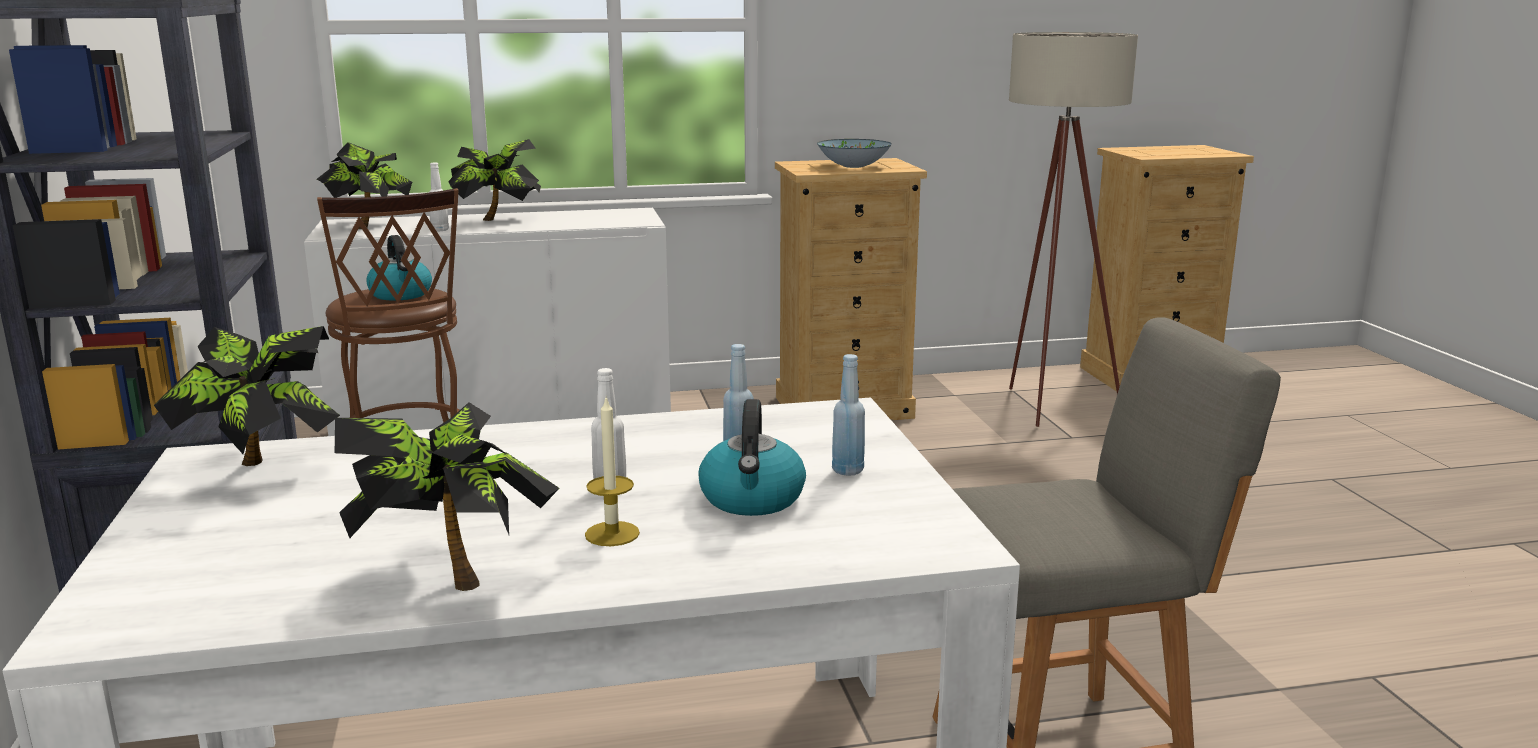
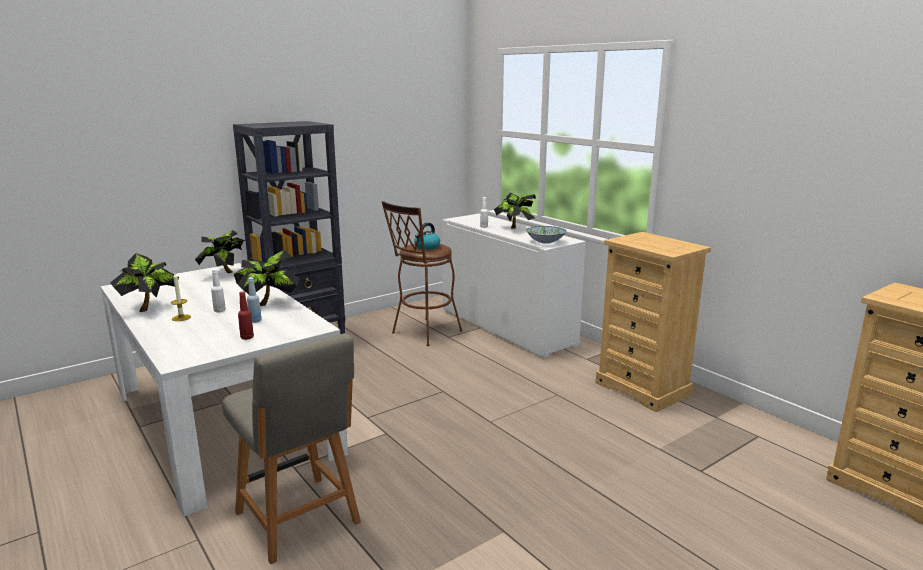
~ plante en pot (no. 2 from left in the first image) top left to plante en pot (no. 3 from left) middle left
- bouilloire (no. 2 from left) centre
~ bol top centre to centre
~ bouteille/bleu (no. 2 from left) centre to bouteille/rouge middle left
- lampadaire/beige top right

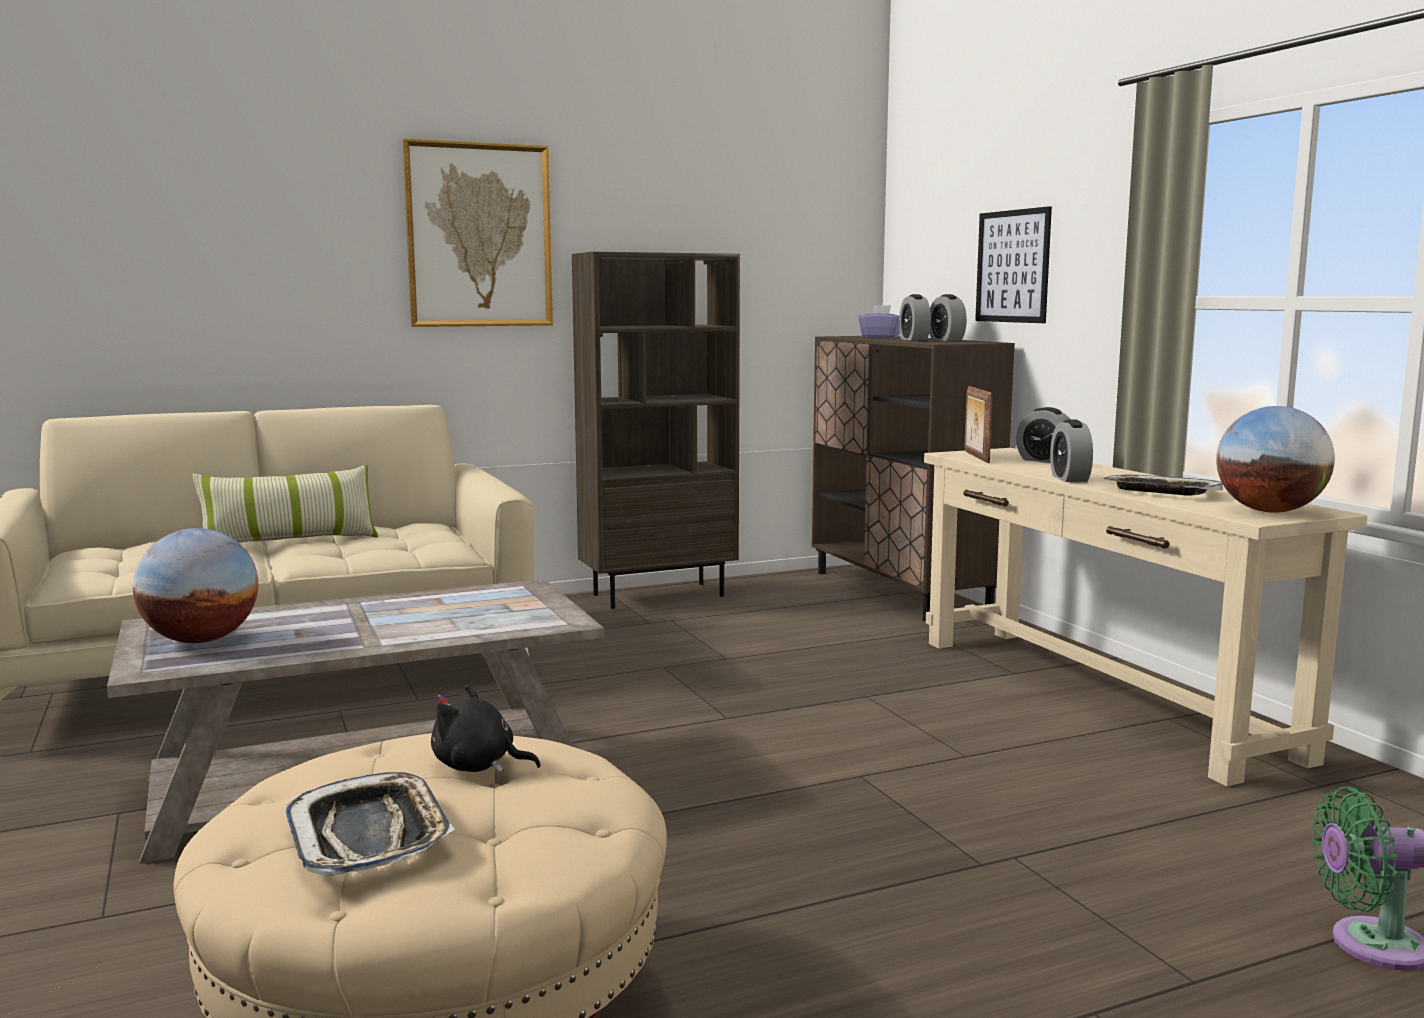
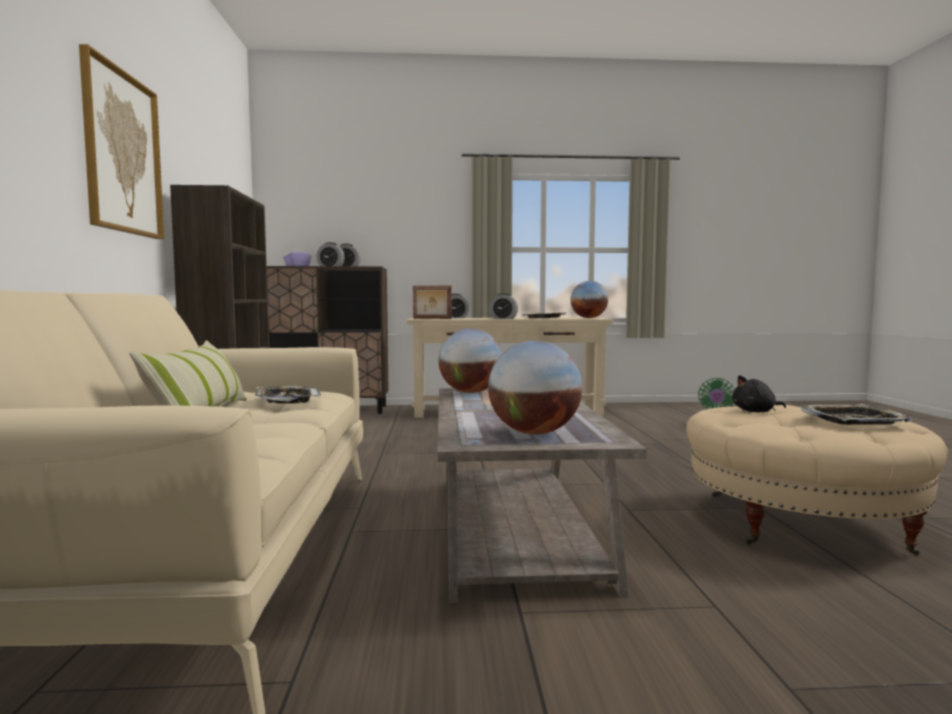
~ peluche/noir bottom centre = middle right 45 degrees clockwise
- tableau (no. 2 from left) top right
+ plateau (no. 1 from left) middle left
+ globe (no. 1 from left) centre

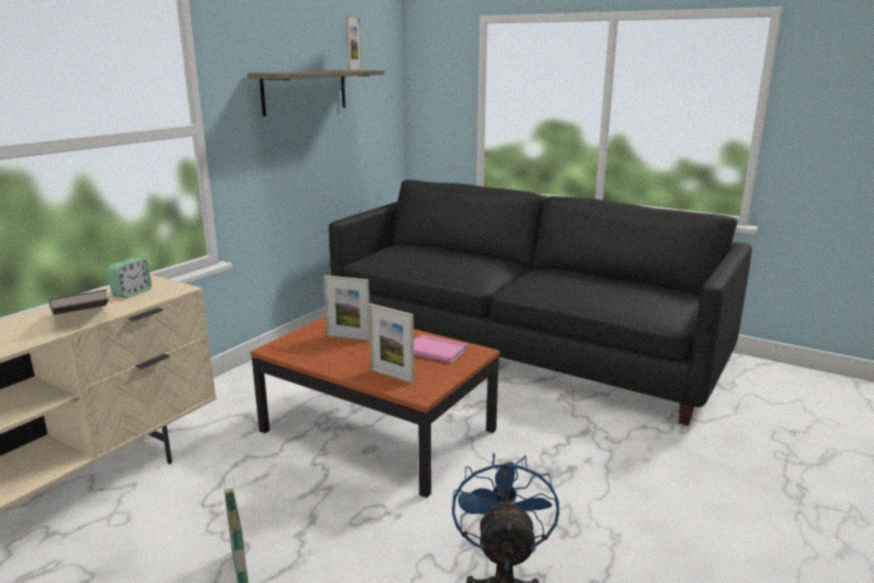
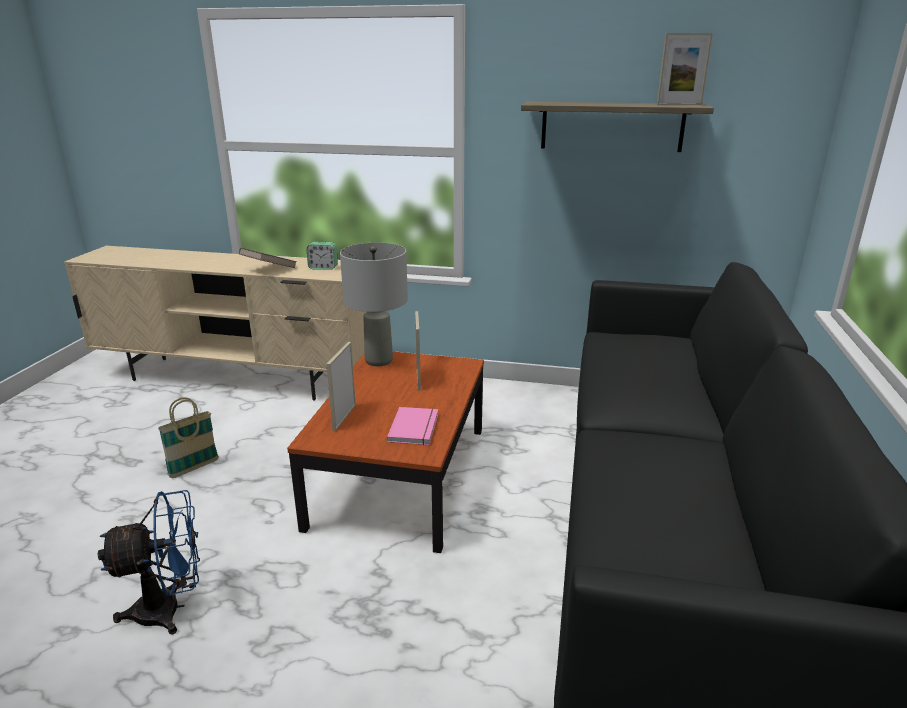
+ lampe de table/gris centre

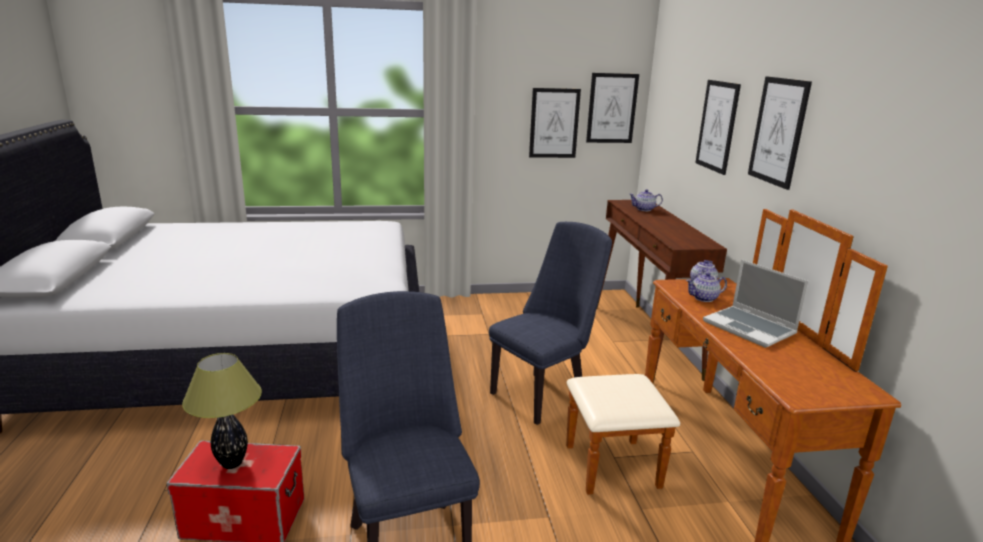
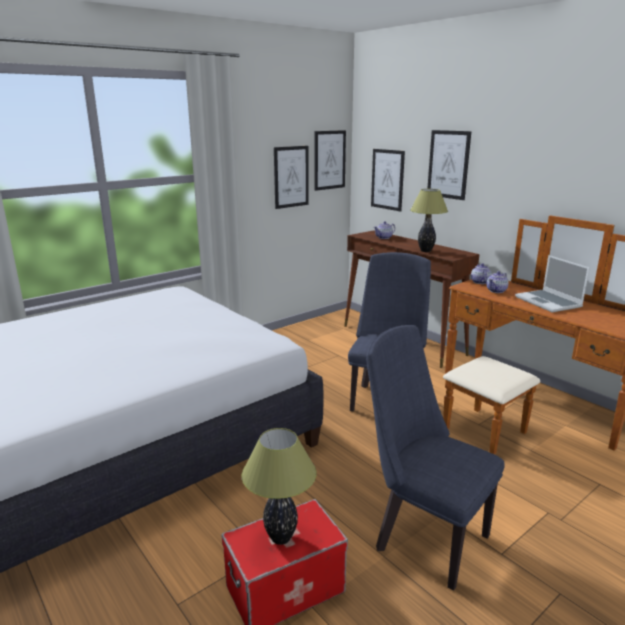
~ ordinateur portable middle right = middle right 45 degrees clockwise
~ tableau (no. 4 from left in the first image) top right to tableau (no. 3 from left) top centre
+ lampe de table (no. 2 from left) middle right

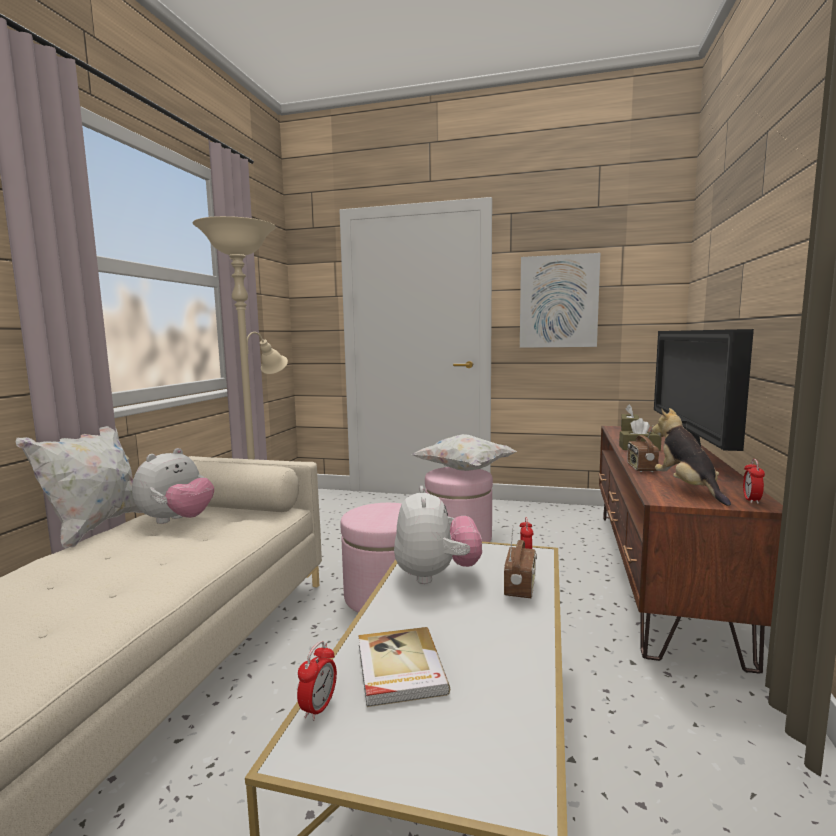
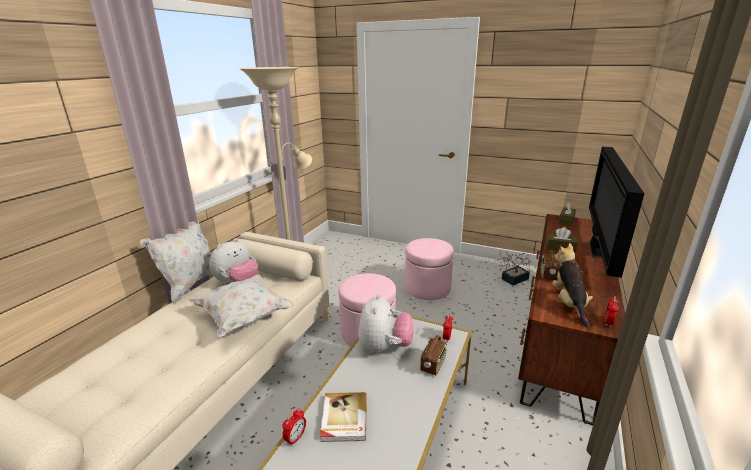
~ coussin/blanc (no. 2 from left) centre to middle left
- tableau middle right
+ plante en pot middle right

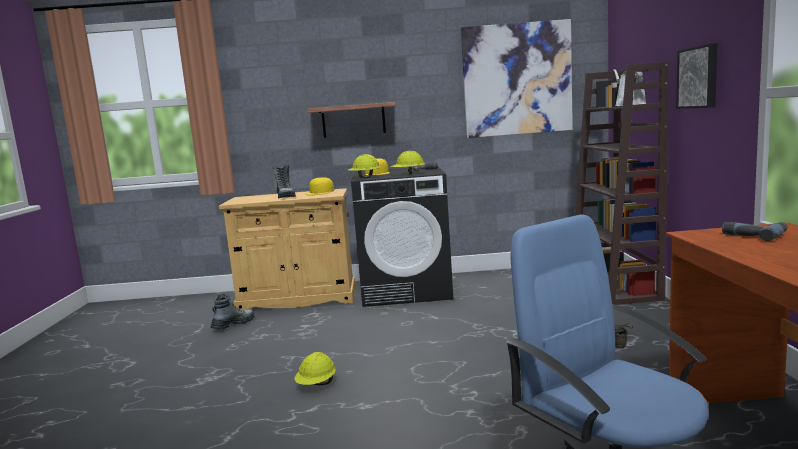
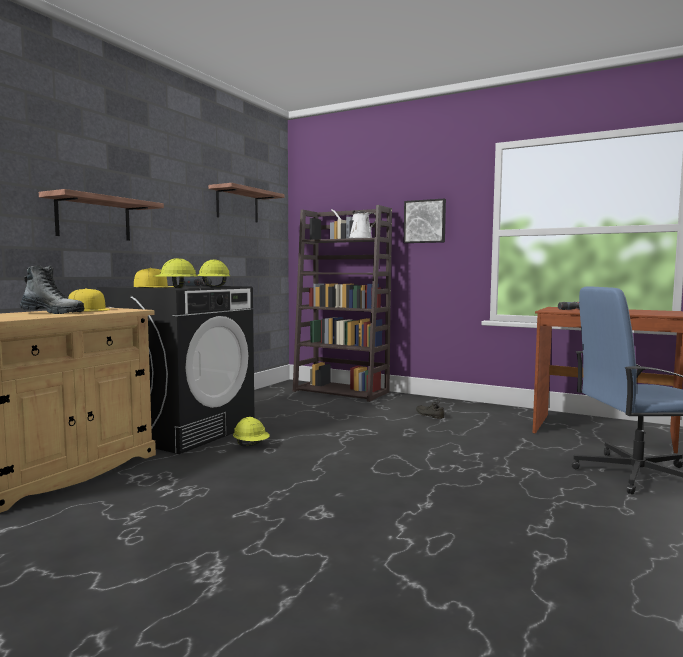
- botte (no. 1 from left) bottom left
~ casque de chantier/jaune (no. 1 from left in the first image) bottom centre to casque de chantier/jaune (no. 3 from left) centre
~ tableau (no. 1 from left) top centre to étagère (no. 2 from left) top centre

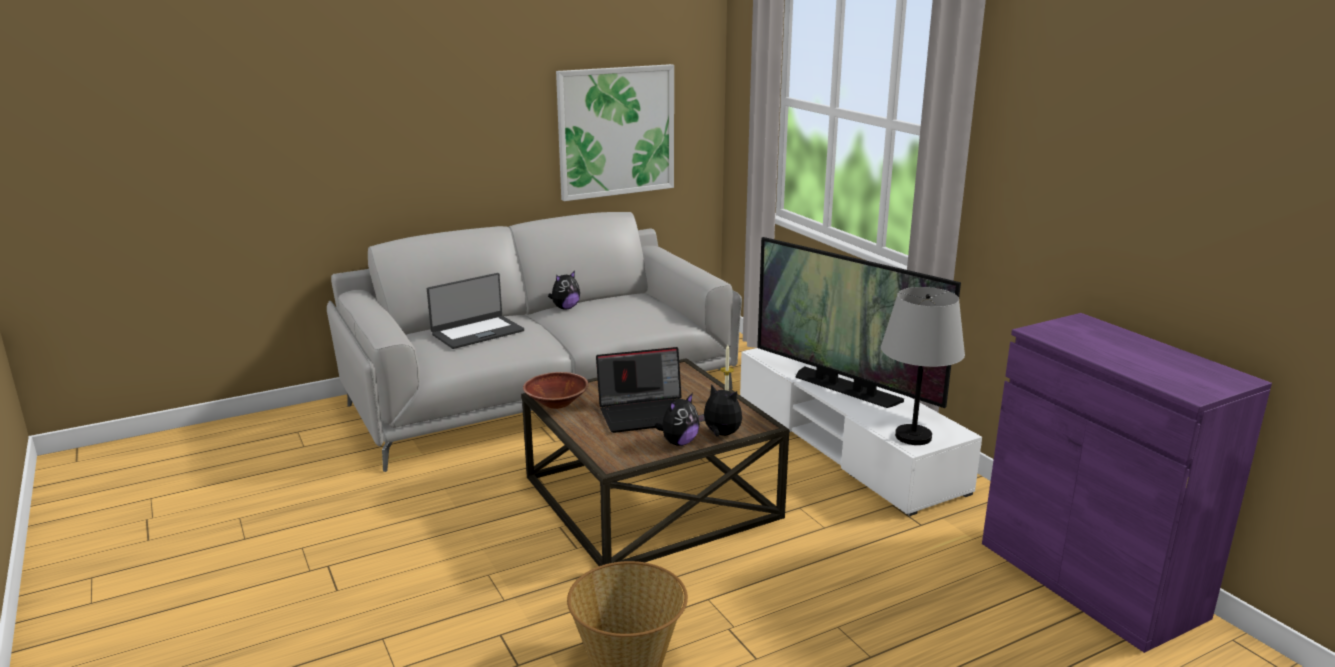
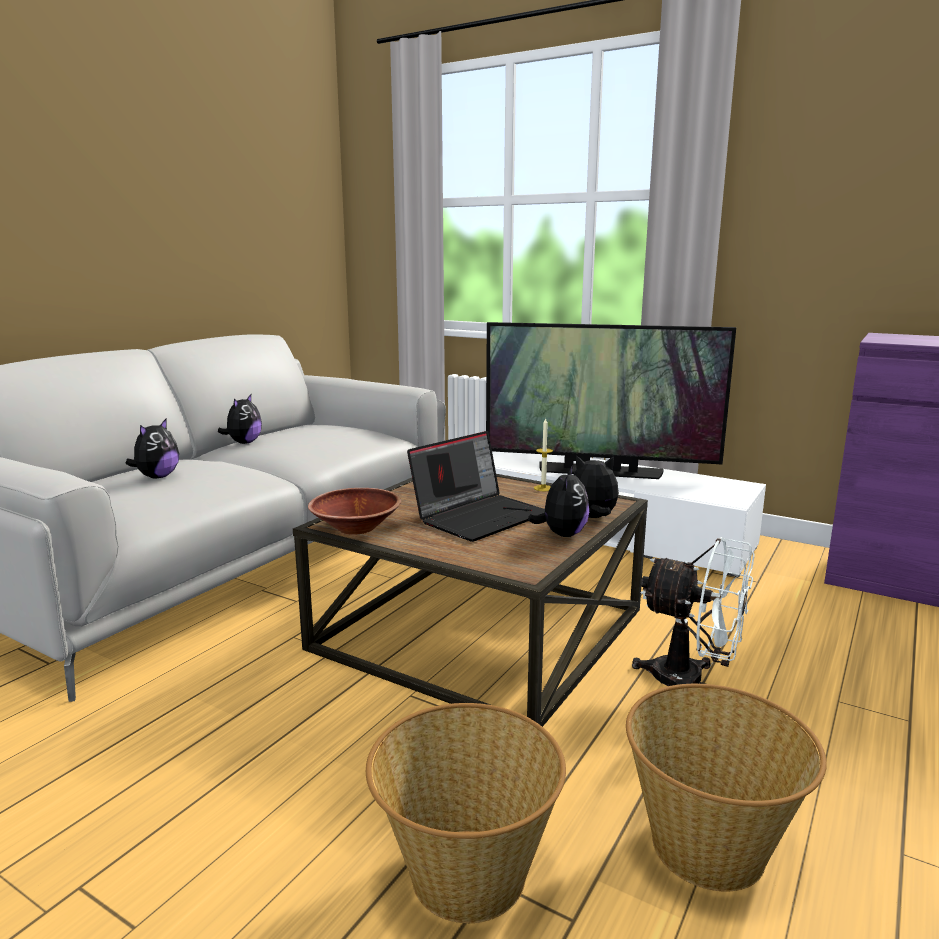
~ ordinateur portable (no. 1 from left) centre to peluche (no. 1 from left) middle left
- tableau top centre
- lampe de table/gris middle right
+ panier (no. 1 from left) bottom centre
+ ventilateur/blanc middle right

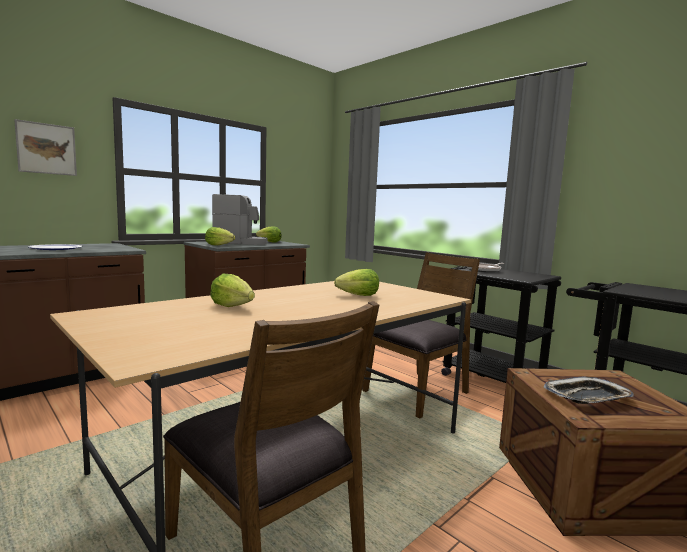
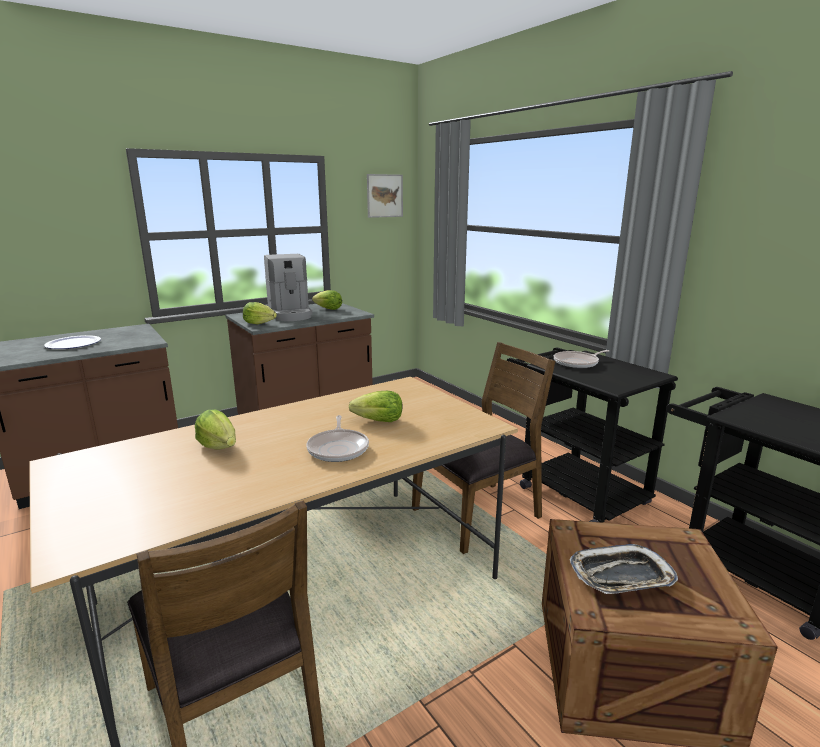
~ tableau top left to top centre
~ machine à café centre = centre 60 degrees clockwise
+ poêle (no. 1 from left) centre

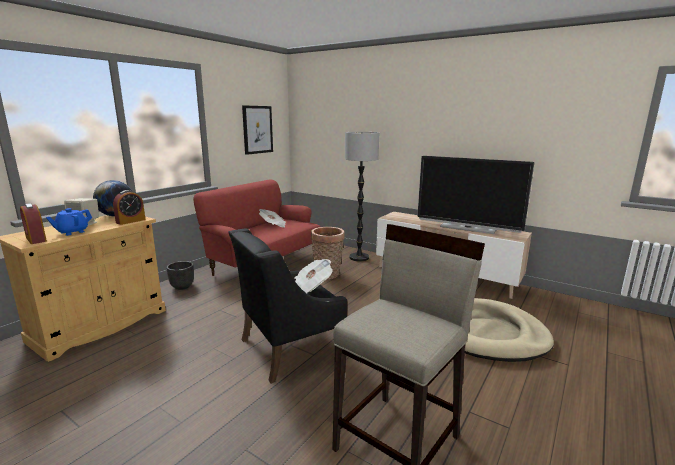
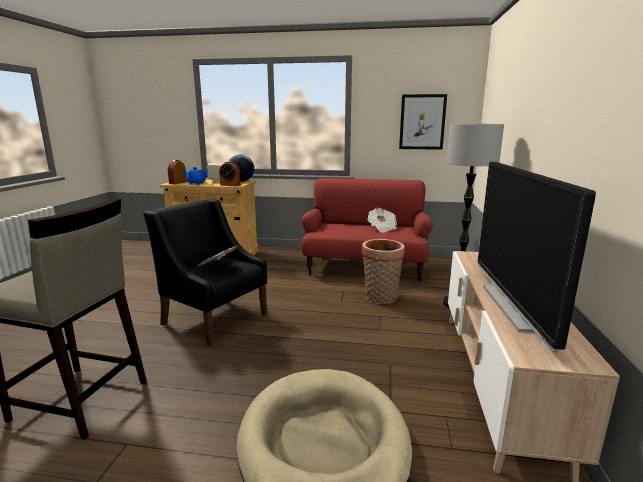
- cache-pot/noir middle left

